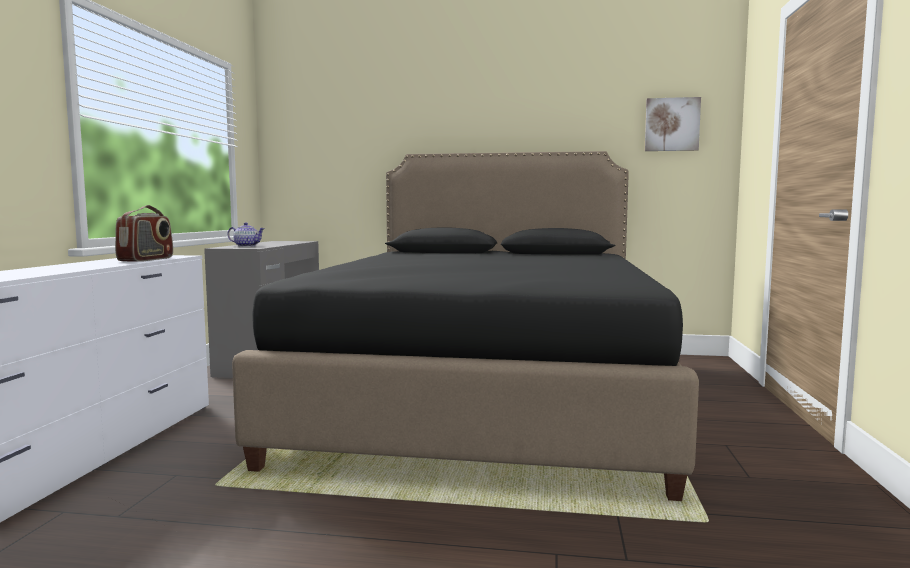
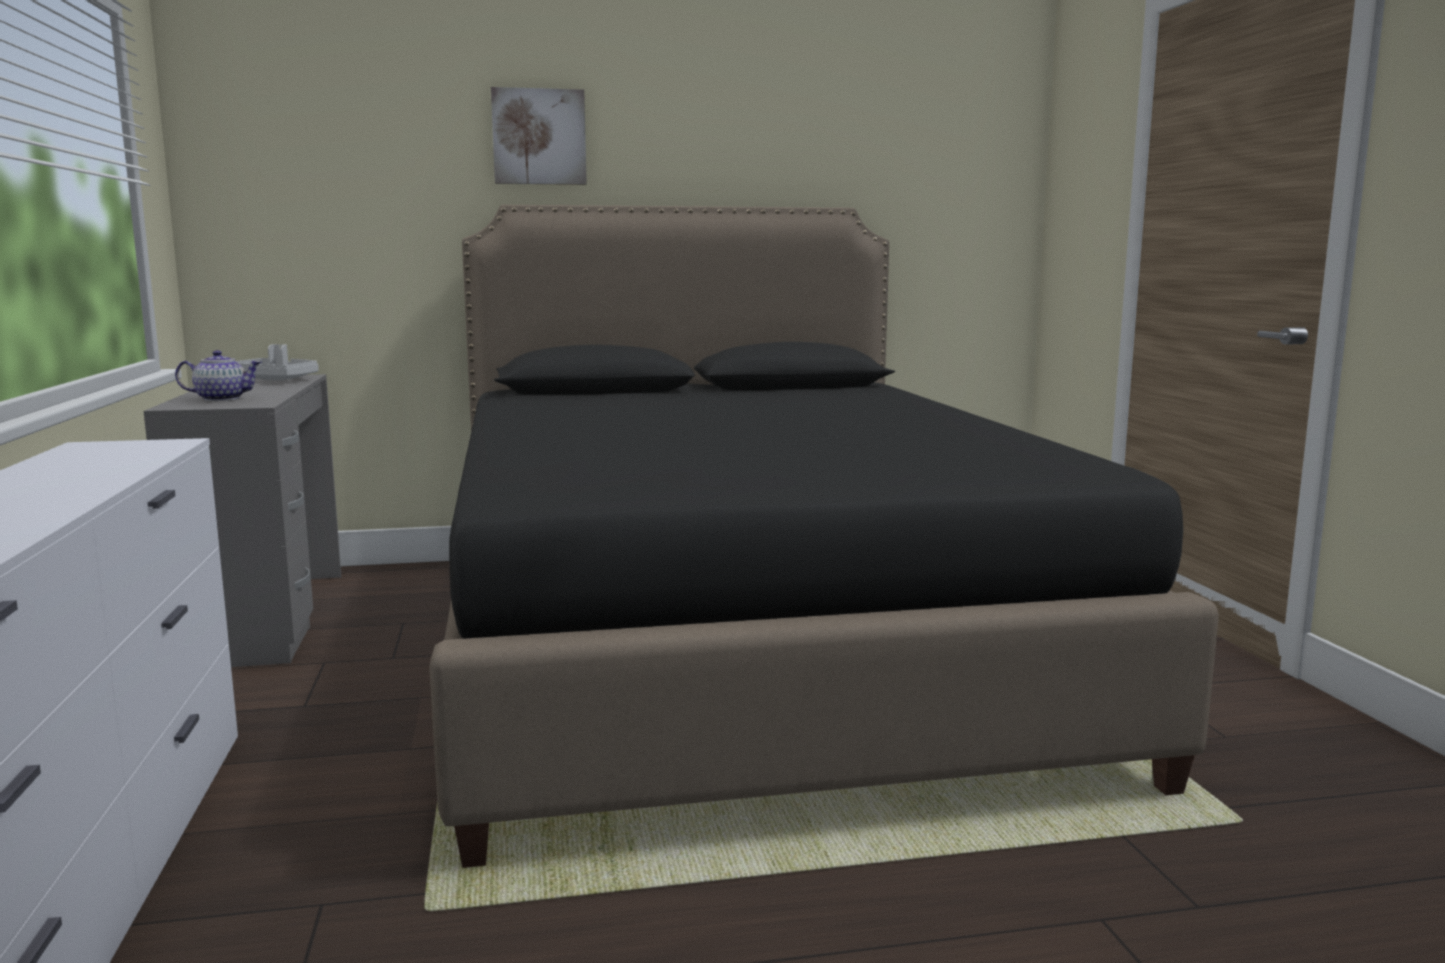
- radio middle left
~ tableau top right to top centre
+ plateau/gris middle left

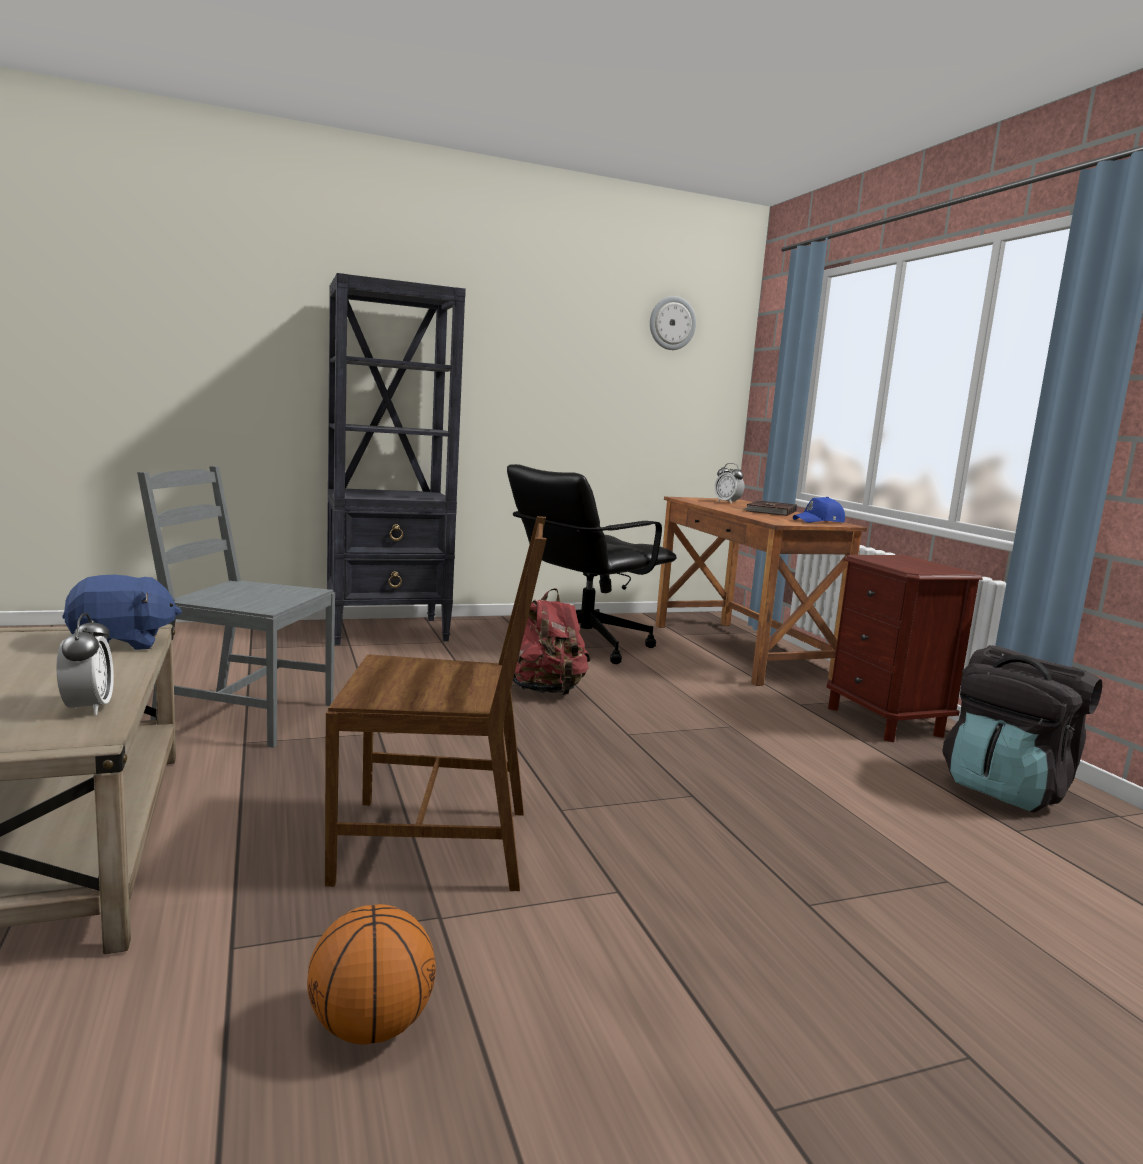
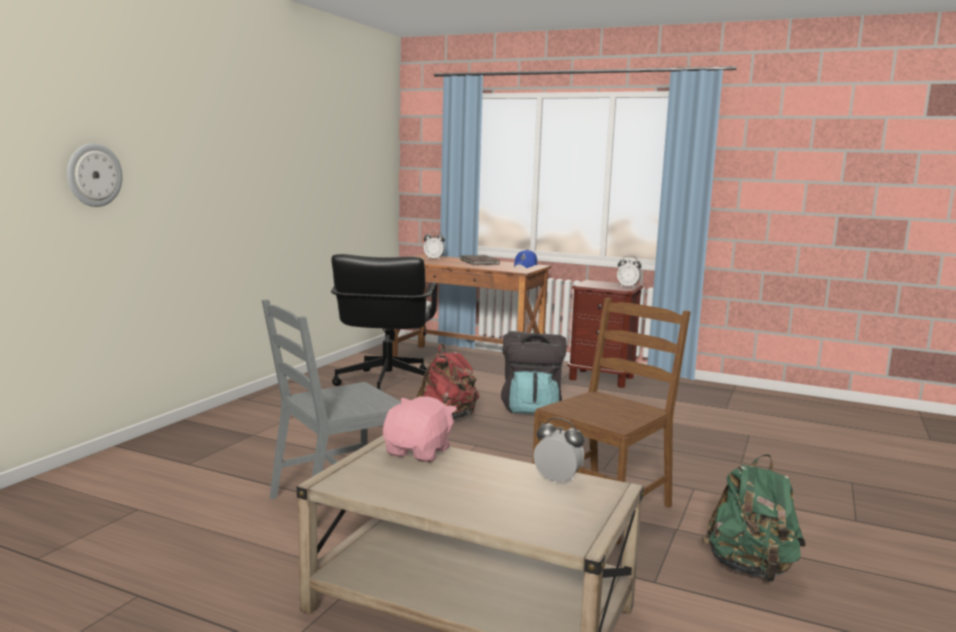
~ peluche/bleu middle left to peluche/rose bottom centre
~ ballon de basket bottom left to sac à dos/vert bottom right
- bibliothèque/noir centre
~ horloge murale top centre to top left
~ sac à dos/noir middle right to centre
+ réveil (no. 3 from left) centre

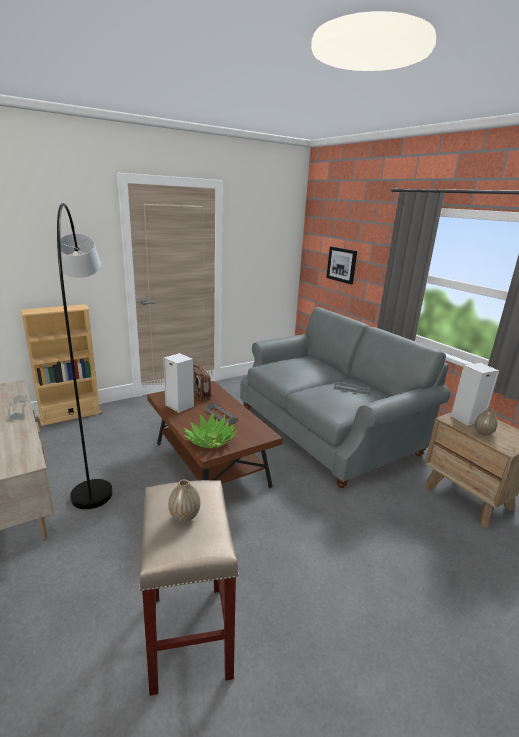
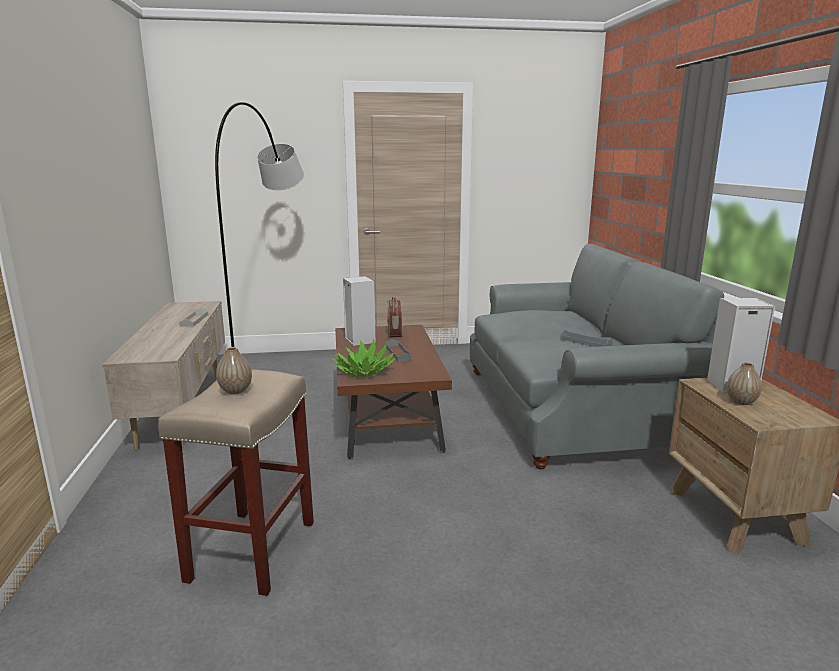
- bibliothèque/beige middle left
- tableau centre

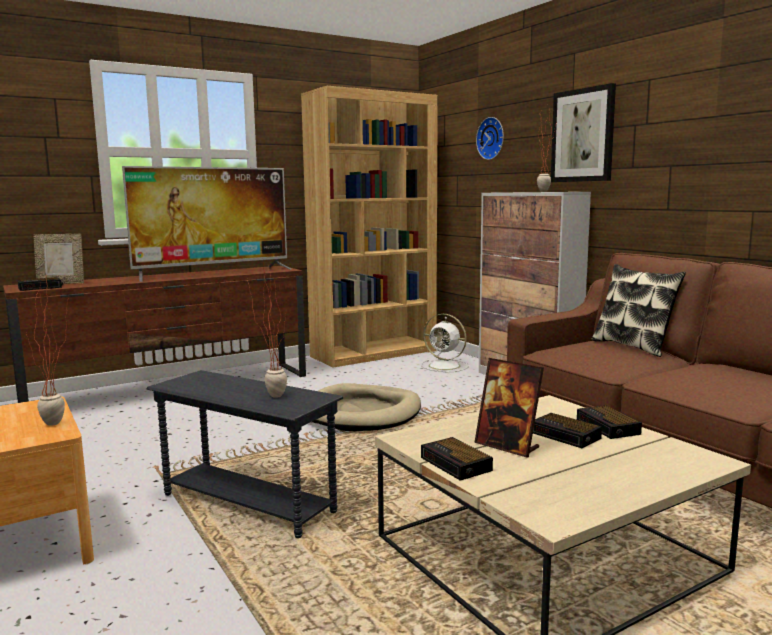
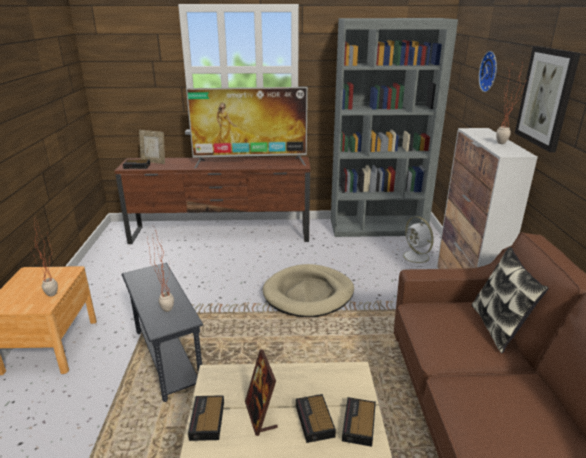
~ bibliothèque/marron centre to bibliothèque/gris top right

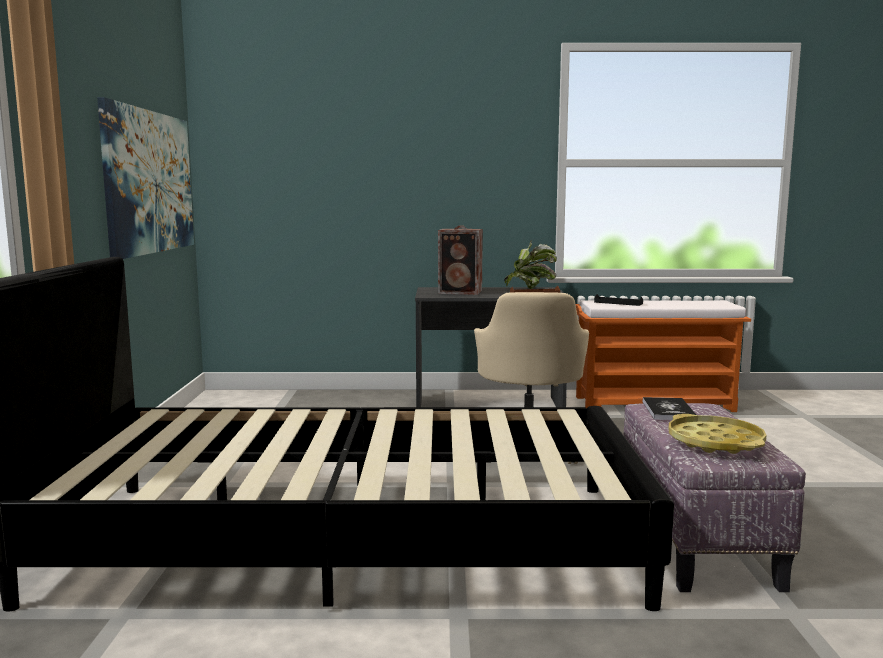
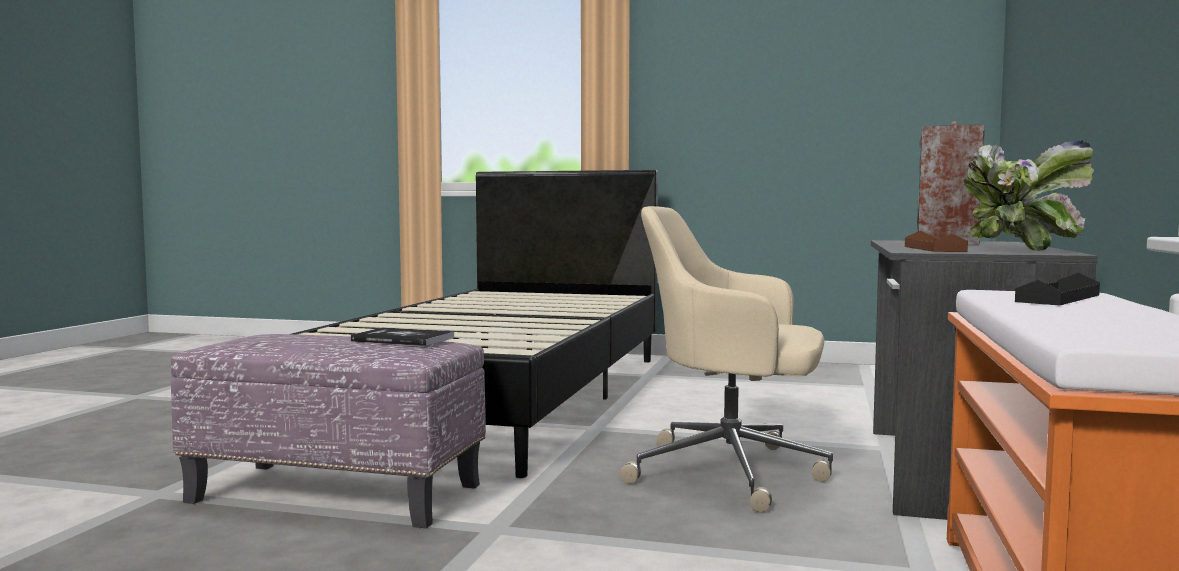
- tableau top left
- plateau/jaune middle right

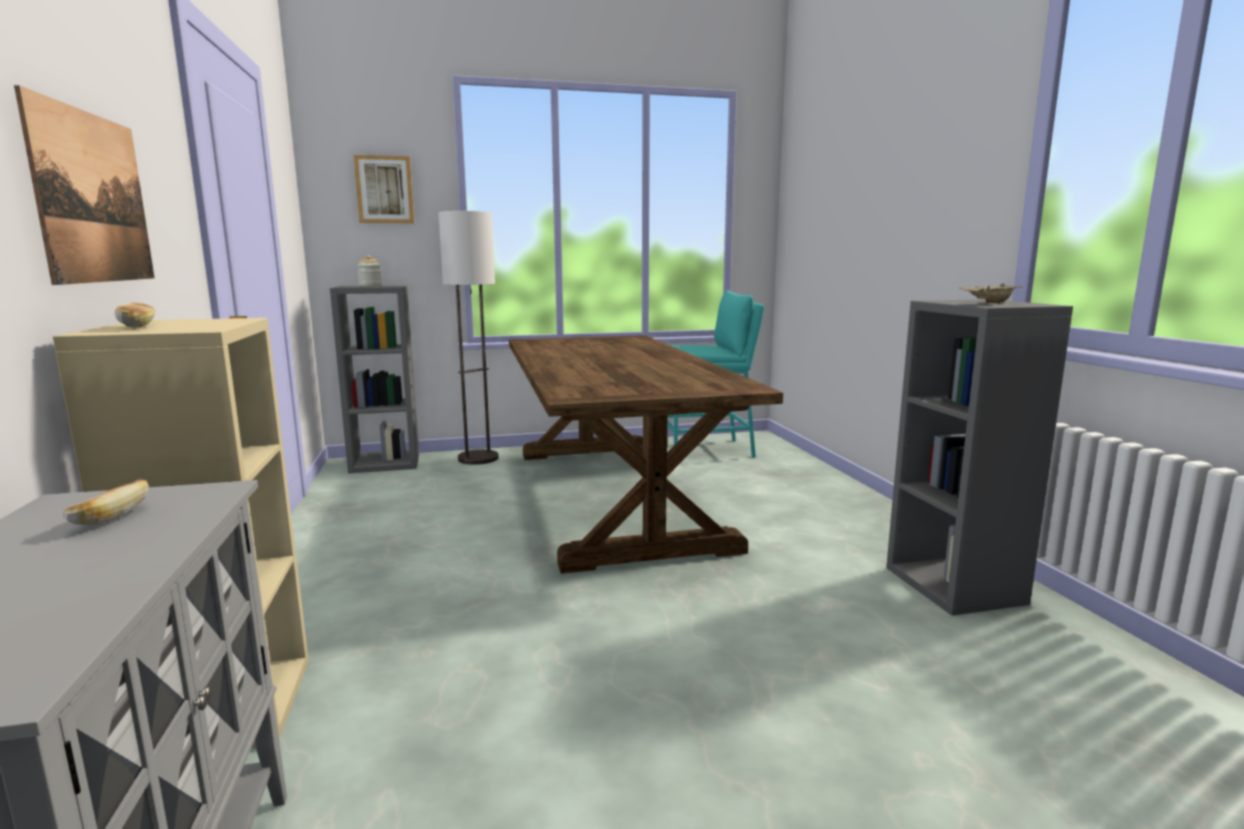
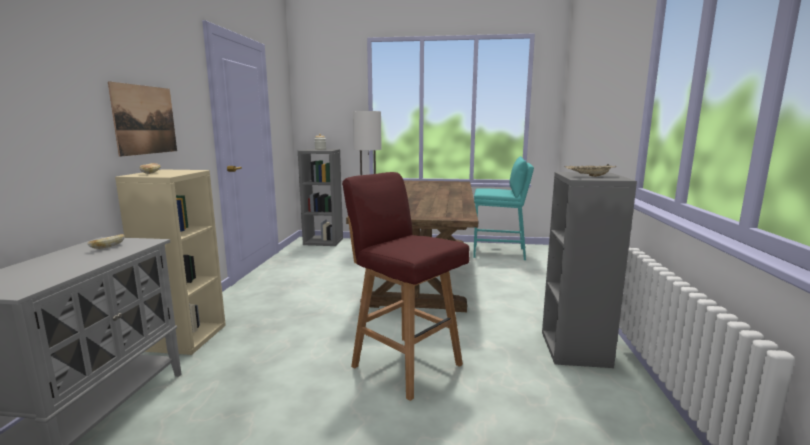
- tableau (no. 2 from left) top left
+ tabouret/rouge centre

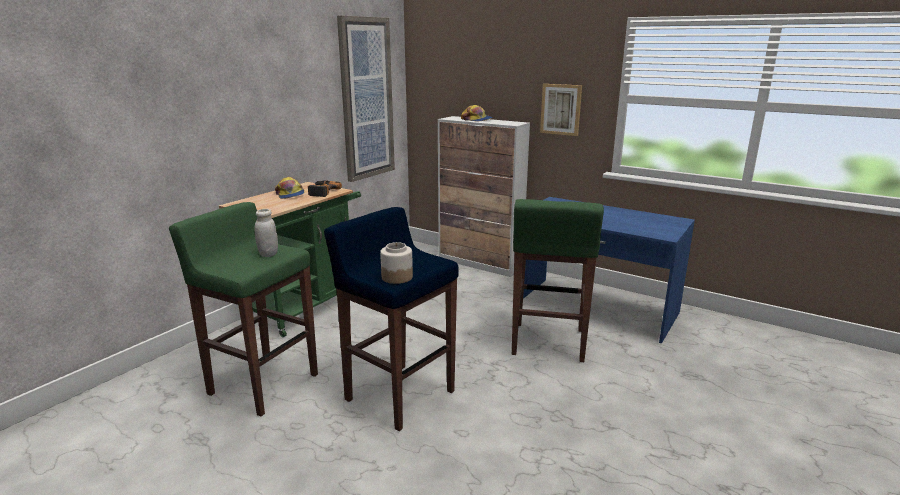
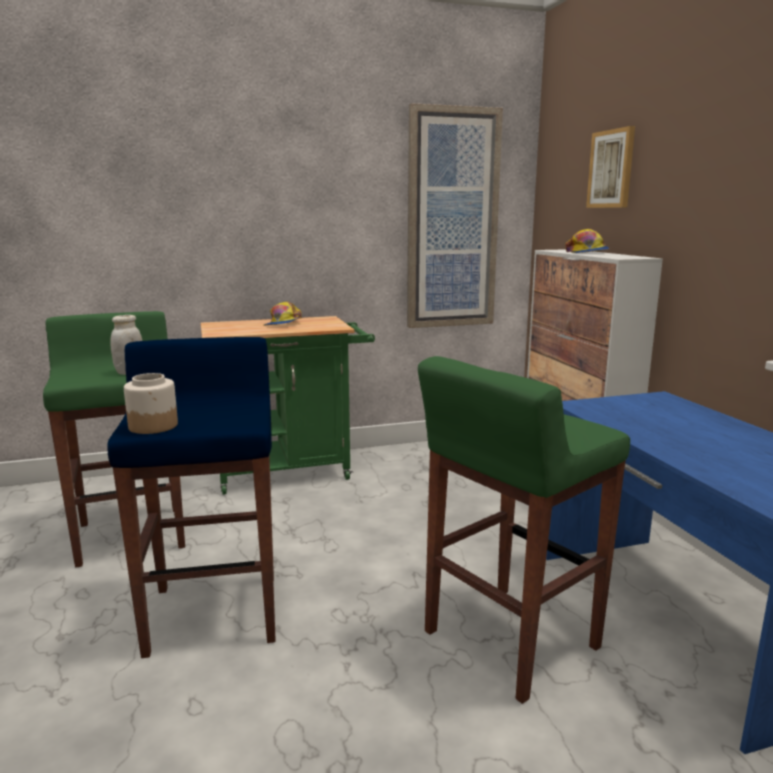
- perceuse centre
~ tableau (no. 2 from left) top centre to top right

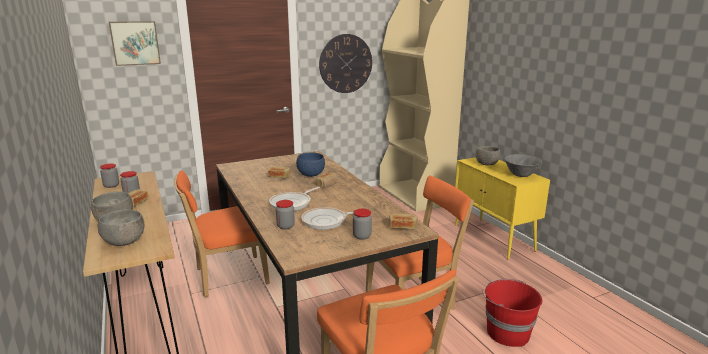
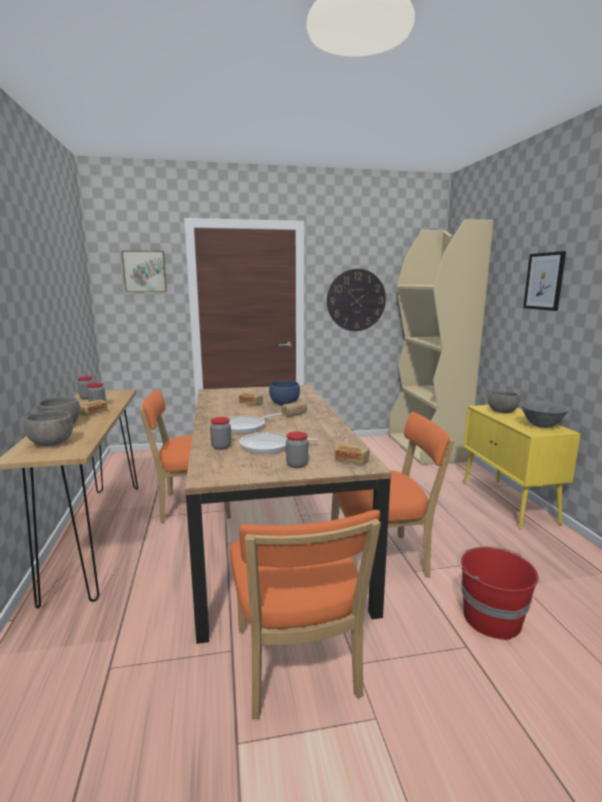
+ tableau (no. 2 from left) middle right

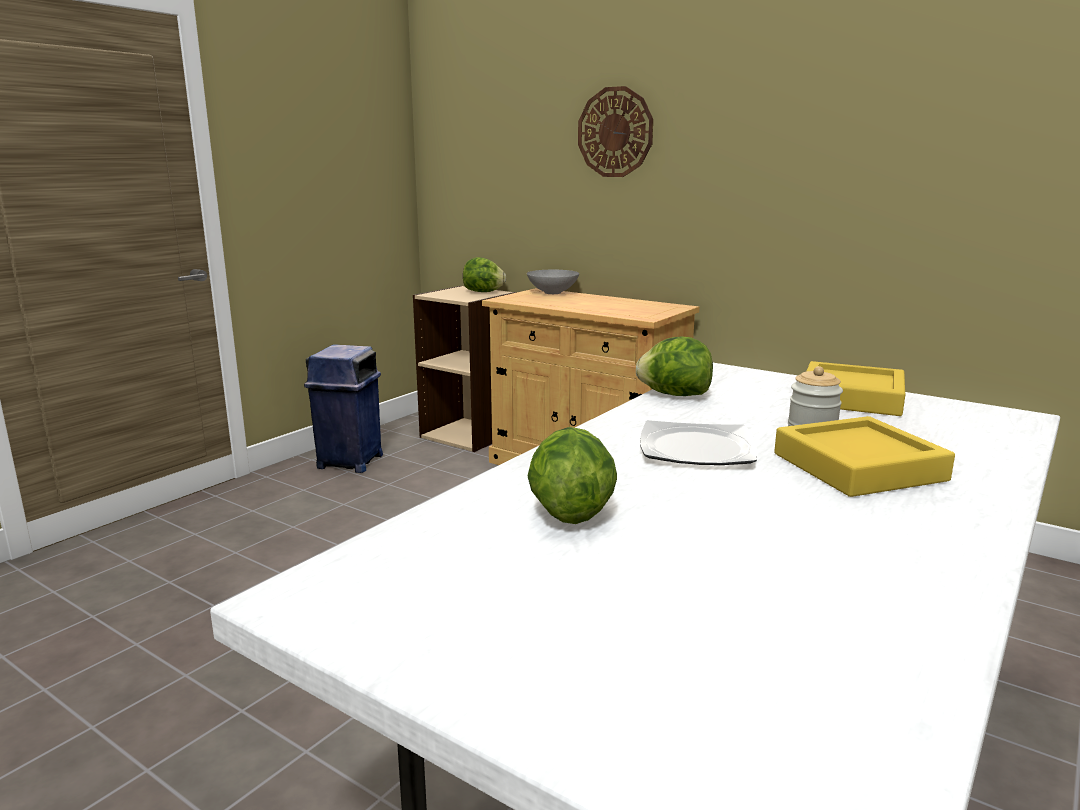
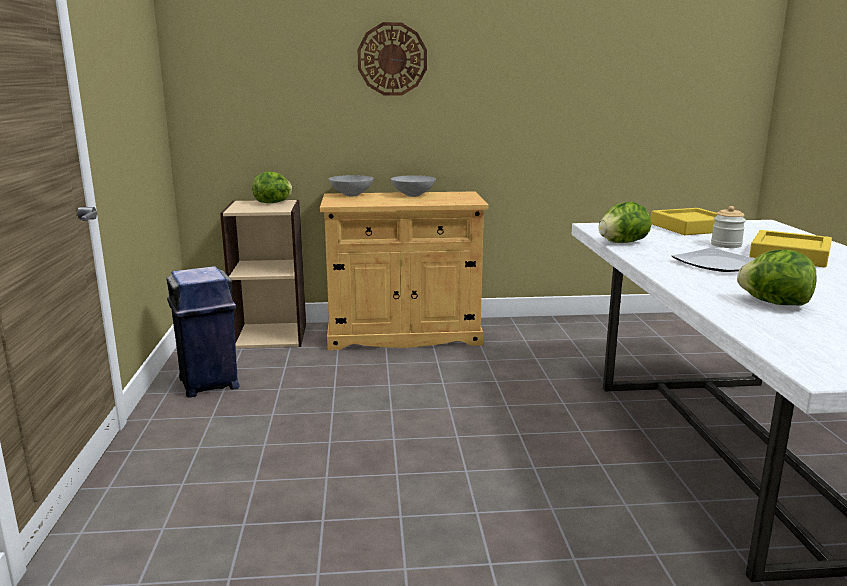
+ bol/gris (no. 2 from left) top centre

